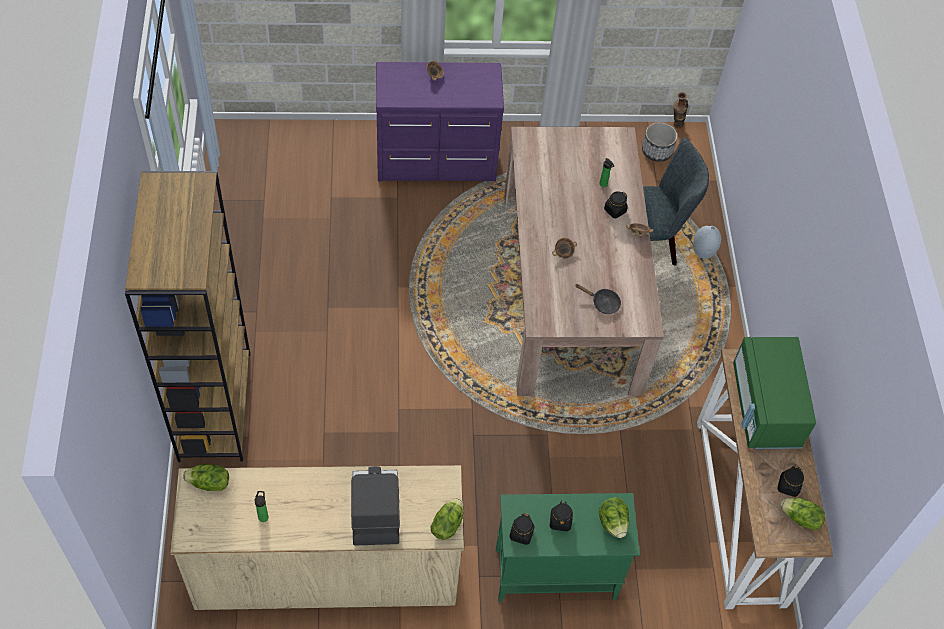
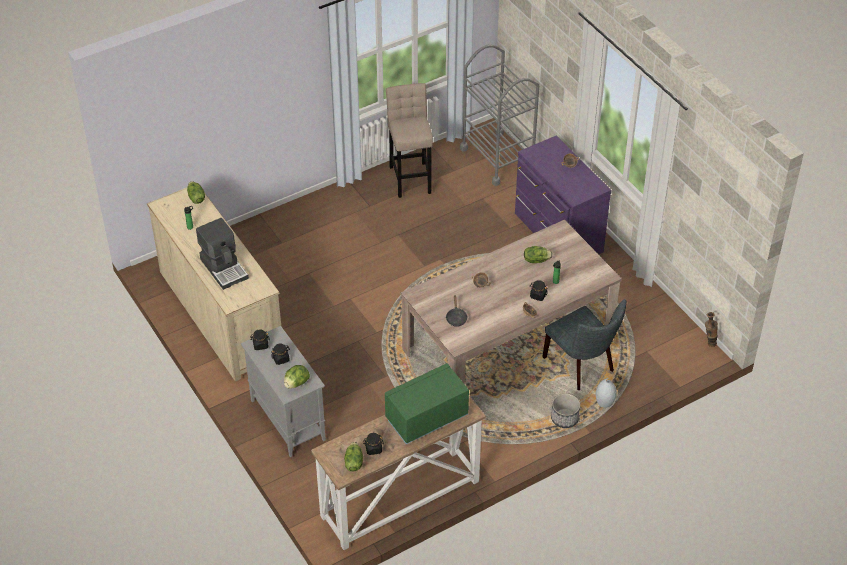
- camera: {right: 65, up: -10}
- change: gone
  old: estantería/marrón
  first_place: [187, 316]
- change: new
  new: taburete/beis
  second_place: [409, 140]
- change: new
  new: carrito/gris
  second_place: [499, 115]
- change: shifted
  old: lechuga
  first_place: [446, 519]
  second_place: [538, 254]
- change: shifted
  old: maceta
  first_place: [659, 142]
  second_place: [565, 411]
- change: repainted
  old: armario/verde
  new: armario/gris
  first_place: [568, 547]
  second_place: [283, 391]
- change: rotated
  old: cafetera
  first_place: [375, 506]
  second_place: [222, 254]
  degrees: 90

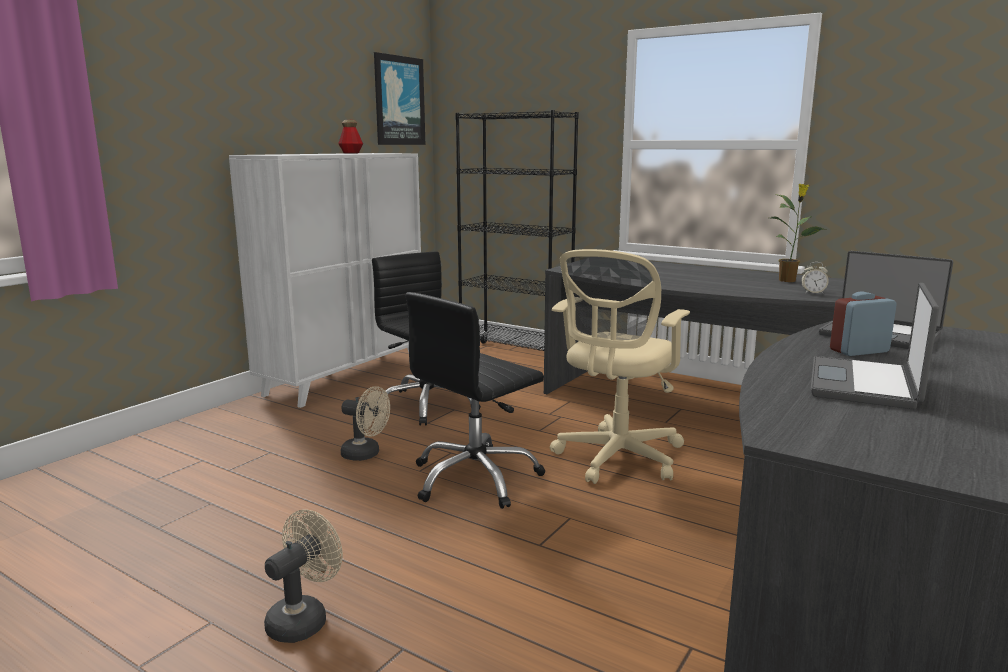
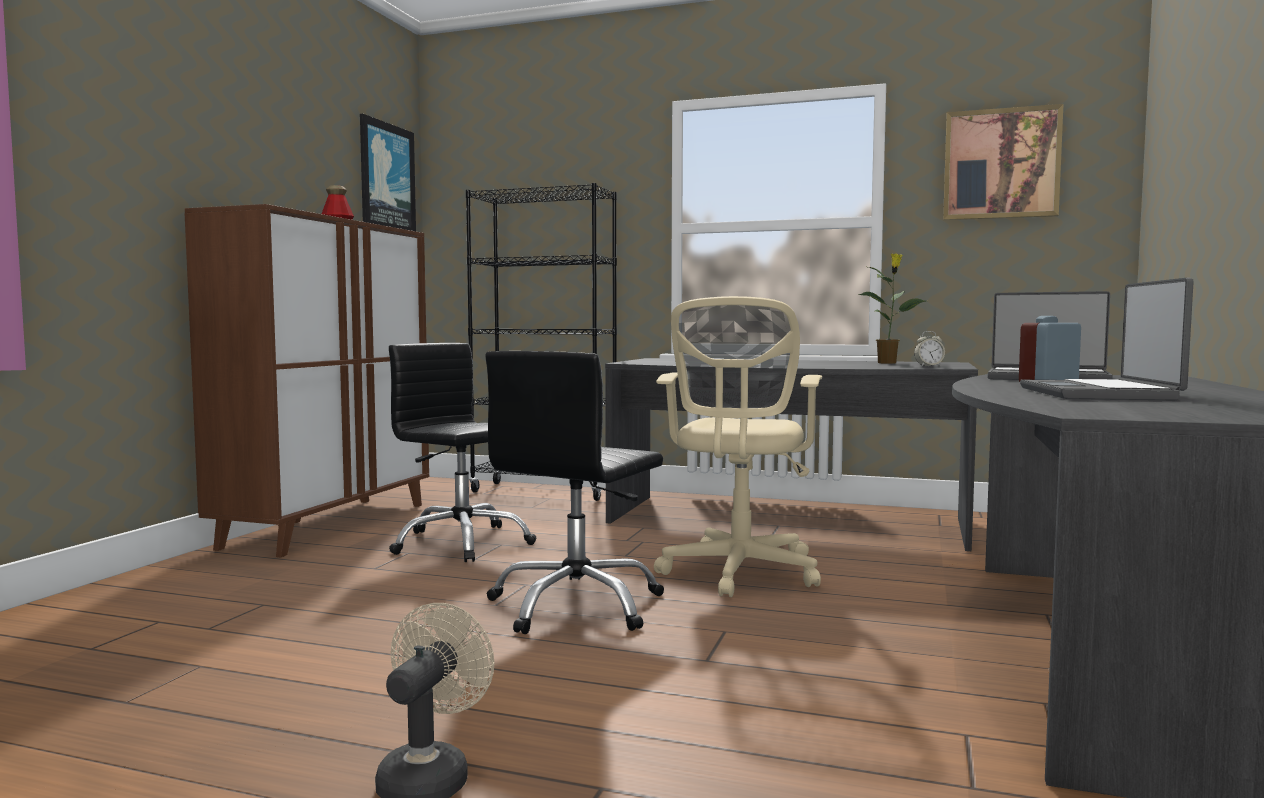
- camera: {right: -15, up: -10}
- change: gone
  old: ventilador/beis
  first_place: [365, 423]
- change: new
  new: cuadro
  second_place: [1003, 162]
- change: repainted
  old: armario/blanco
  new: armario/marrón
  first_place: [325, 280]
  second_place: [307, 380]

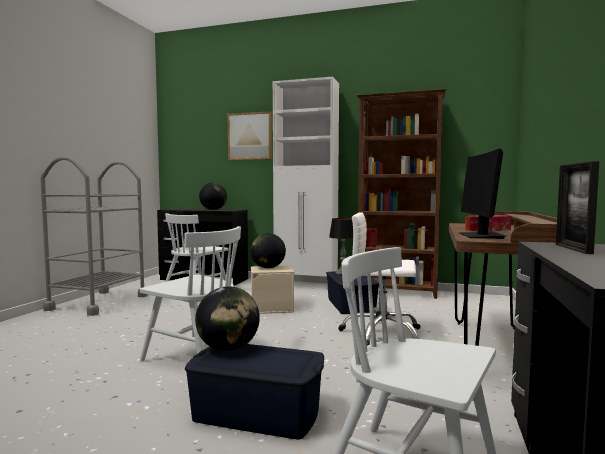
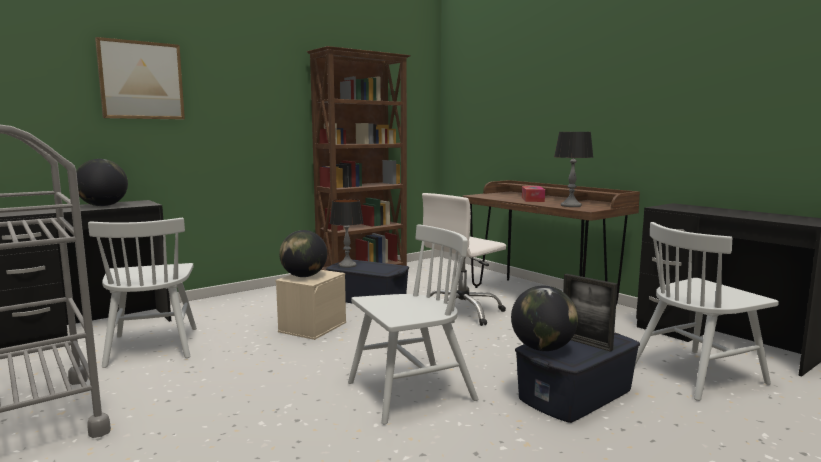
- camera: {right: -55, up: 5}
- change: gone
  old: armario/blanco
  first_place: [306, 177]
- change: shifted
  old: portarretratos
  first_place: [577, 207]
  second_place: [590, 313]
- change: swapped
  old: monitor
  new: lámpara de mesa
  first_place: [482, 194]
  second_place: [573, 169]

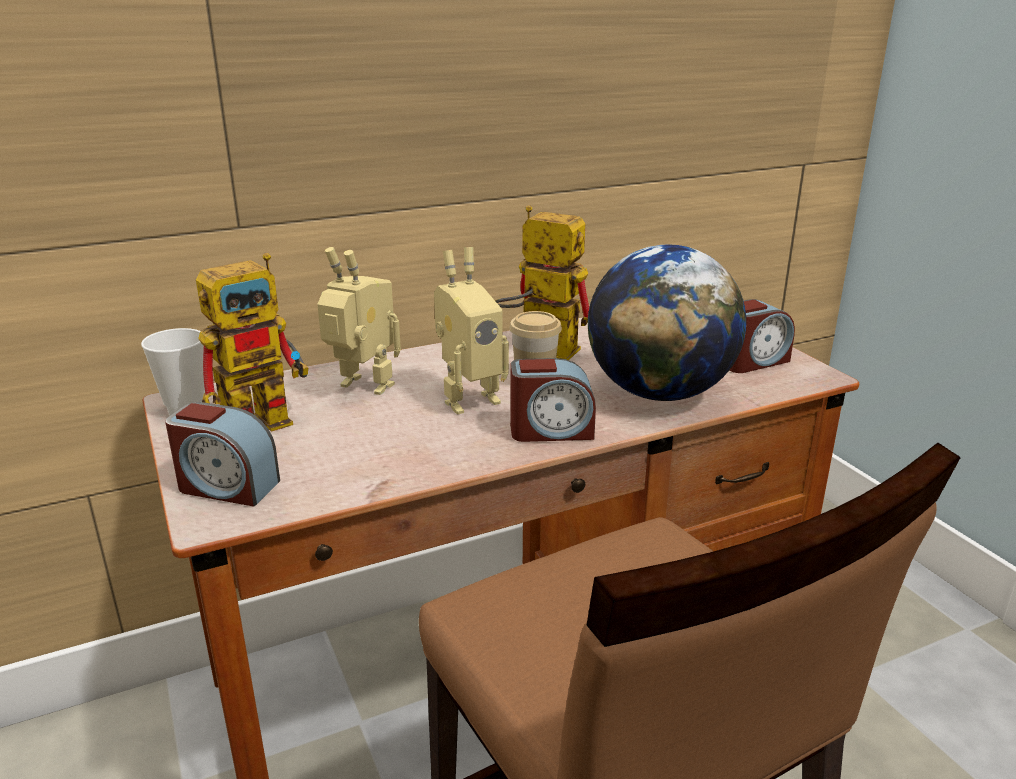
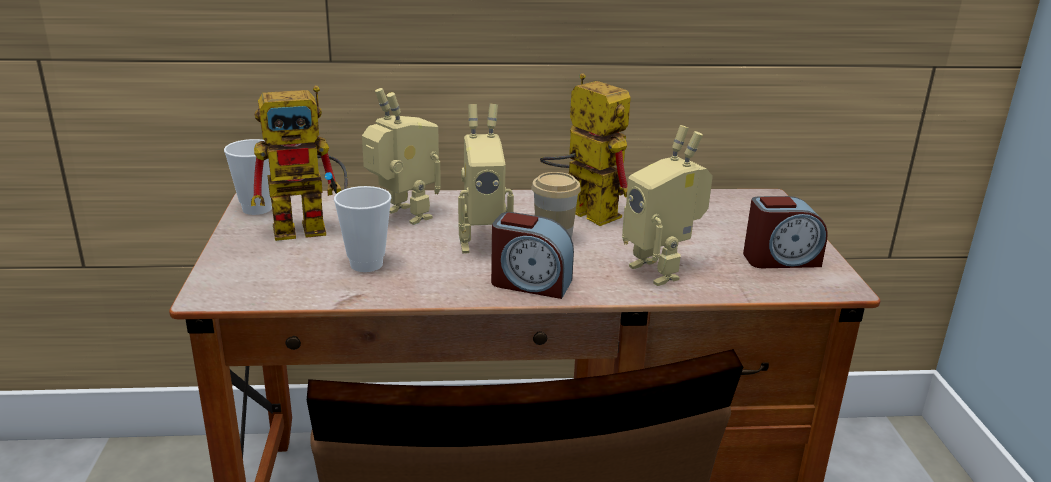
- camera: {right: 20, up: 0}
- change: gone
  old: despertador
  first_place: [222, 454]
- change: new
  new: taza
  second_place: [362, 229]
- change: swapped
  old: globo terráqueo
  new: robot de juguete
  first_place: [667, 322]
  second_place: [667, 205]

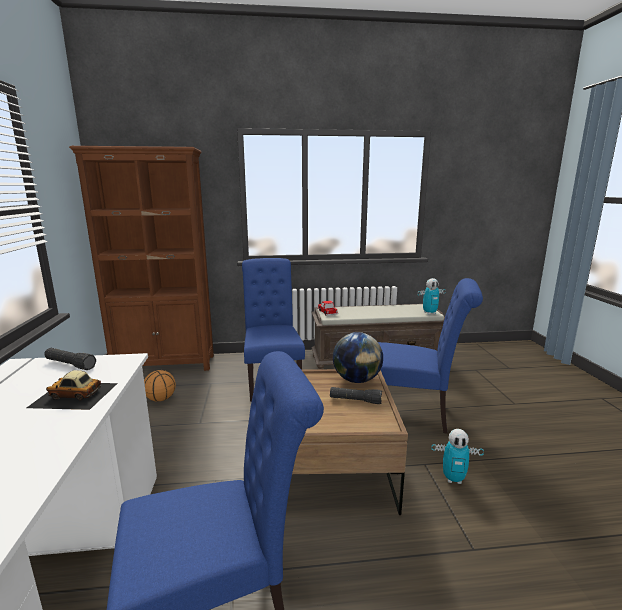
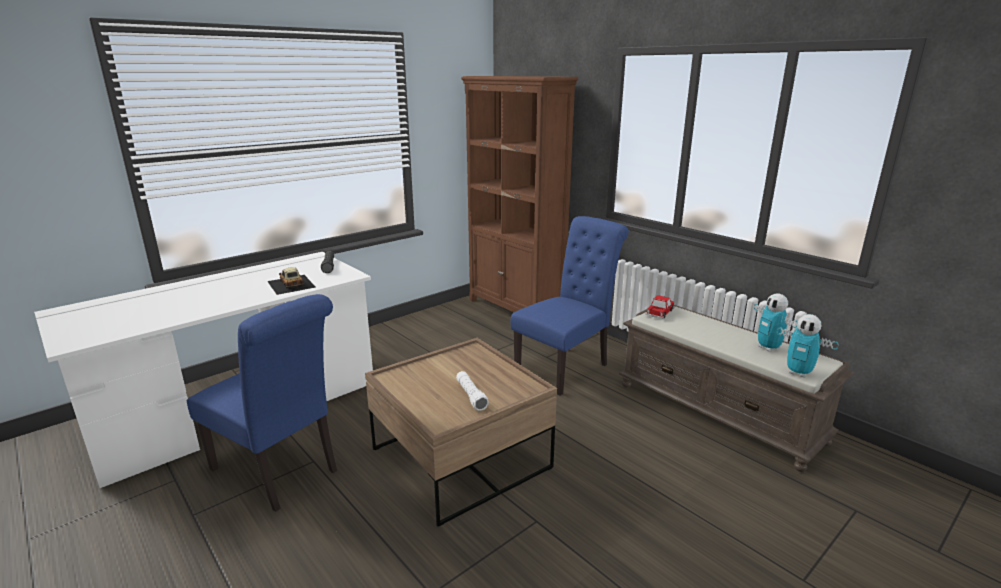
- camera: {right: 55, up: 5}
- change: gone
  old: balón de baloncesto
  first_place: [160, 386]
- change: gone
  old: globo terráqueo
  first_place: [358, 357]
- change: gone
  old: silla/azul
  first_place: [430, 356]
- change: shifted
  old: robot de juguete
  first_place: [458, 456]
  second_place: [776, 322]
- change: repainted
  old: linterna/negro
  new: linterna/blanco
  first_place: [356, 395]
  second_place: [472, 391]

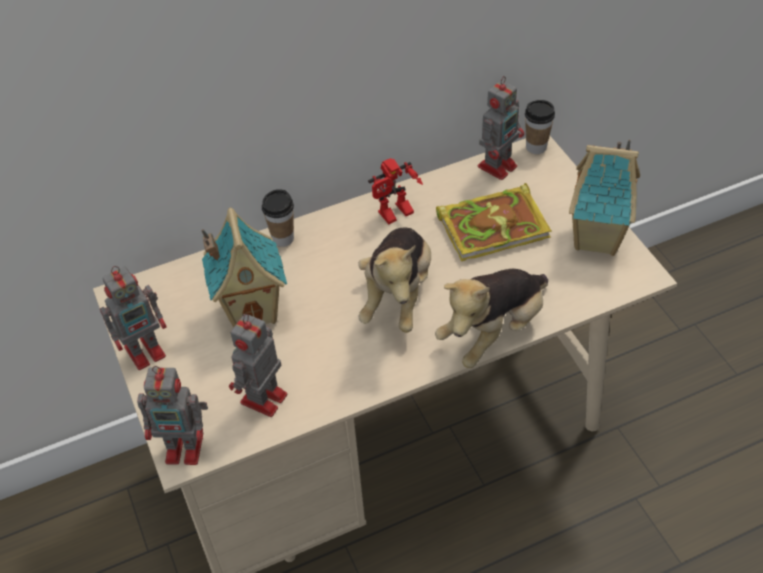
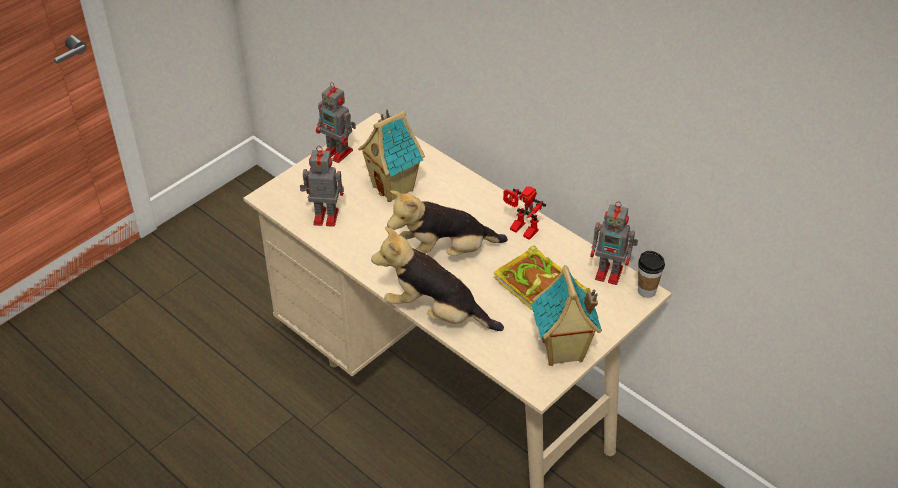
- camera: {right: 65, up: -5}
- change: gone
  old: robot de juguete
  first_place: [172, 415]
- change: gone
  old: taza
  first_place: [278, 218]

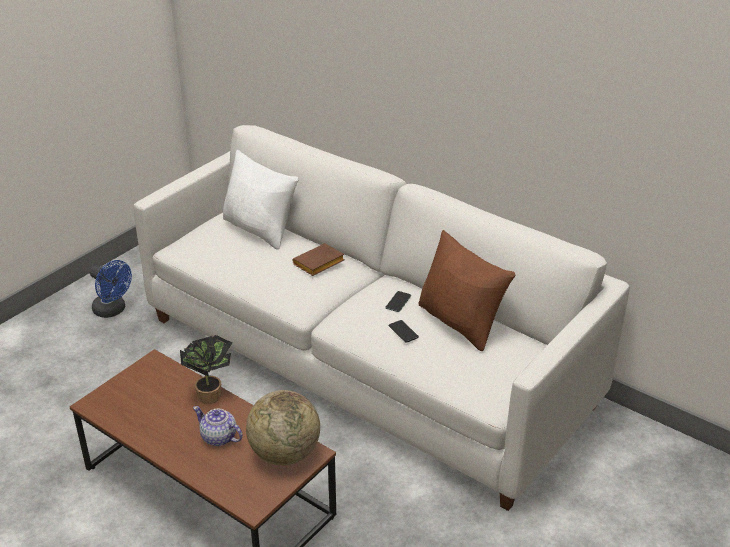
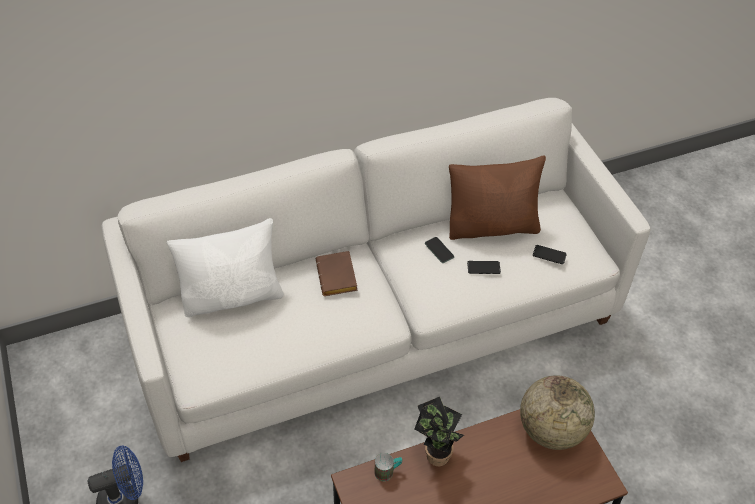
- camera: {right: -60, up: 15}
- change: gone
  old: tetera
  first_place: [218, 426]
- change: new
  new: taza grande
  second_place: [388, 467]
- change: new
  new: móvil
  second_place: [550, 254]

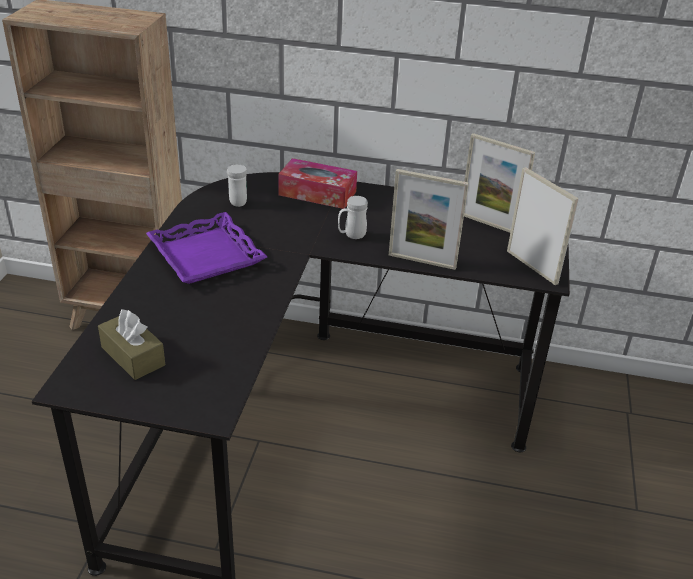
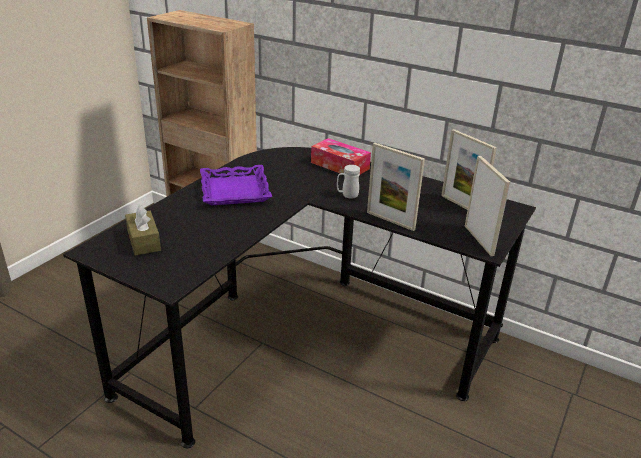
- camera: {right: 20, up: -5}
- change: gone
  old: taza grande/blanco
  first_place: [237, 185]

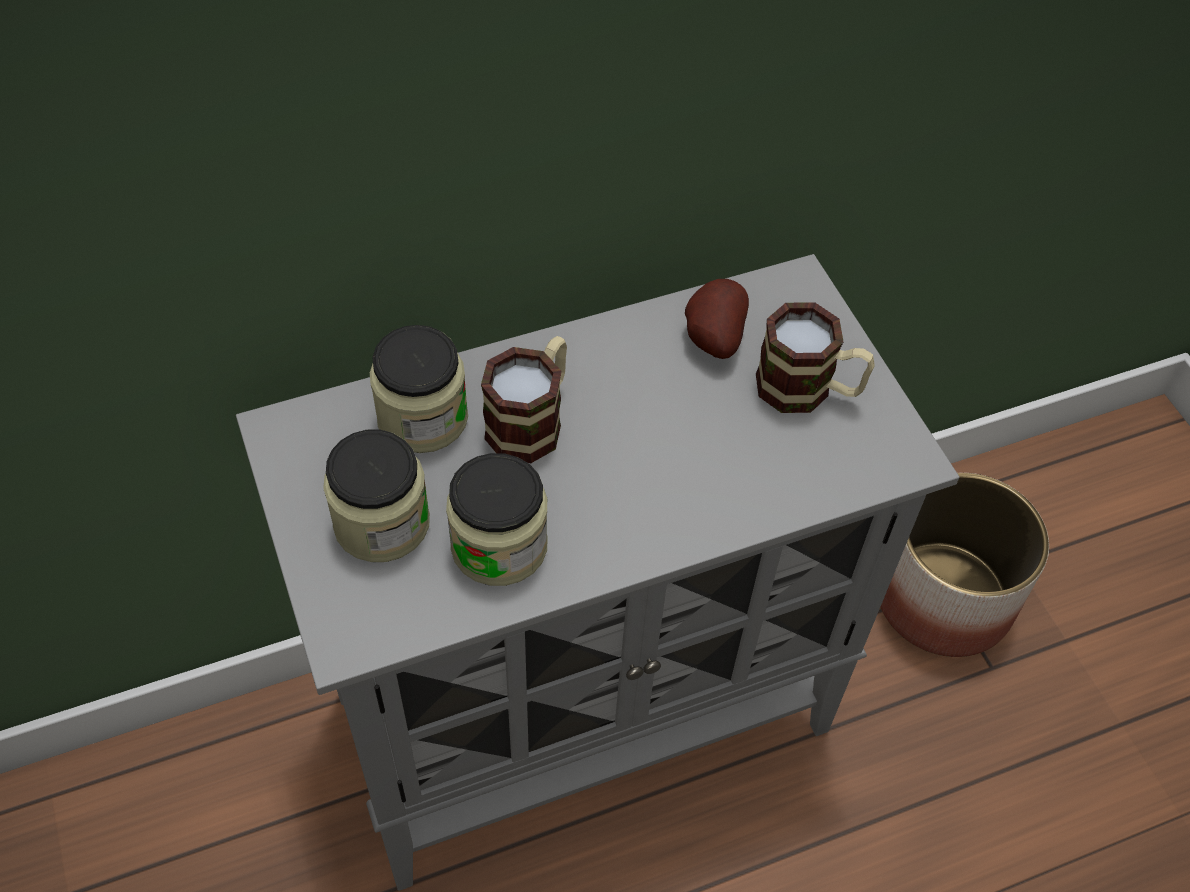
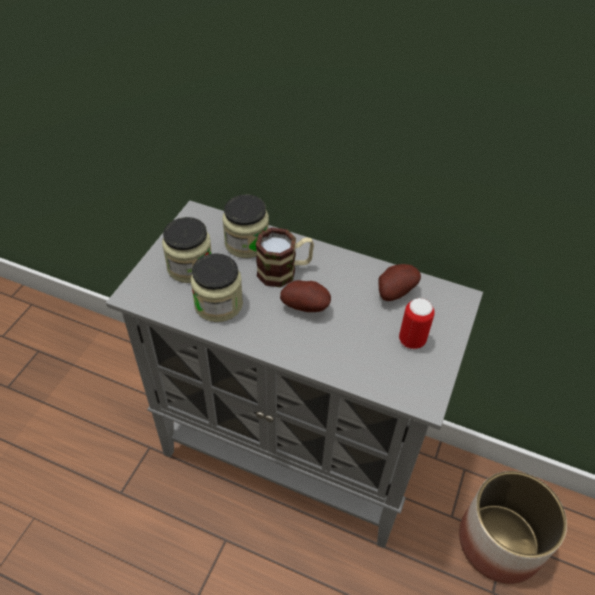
- camera: {right: 45, up: -5}
- change: new
  new: patata
  second_place: [305, 296]
- change: swapped
  old: taza grande
  new: lata
  first_place: [815, 358]
  second_place: [417, 323]

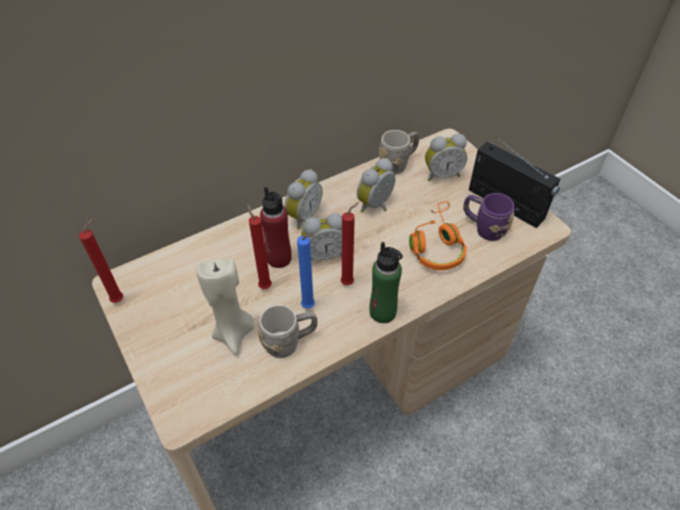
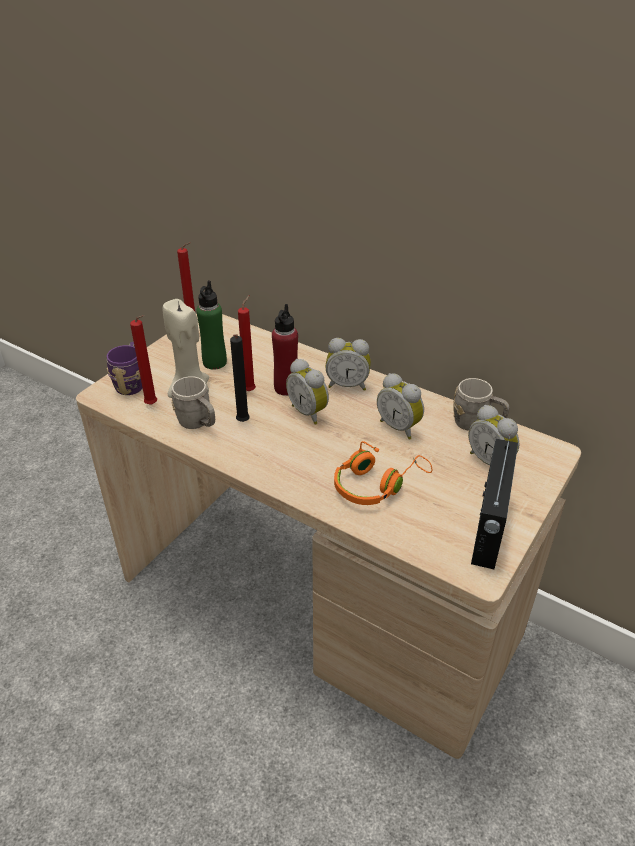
- camera: {right: 65, up: -10}
- change: shifted
  old: vela/rojo
  first_place: [350, 243]
  second_place: [143, 360]
- change: shifted
  old: botella/verde
  first_place: [386, 282]
  second_place: [211, 324]
- change: shifted
  old: taza grande/morado
  first_place: [489, 217]
  second_place: [125, 368]
- change: repainted
  old: vela/azul
  new: vela/negro
  first_place: [306, 271]
  second_place: [240, 378]
- change: rotated
  old: despertador
  first_place: [376, 185]
  second_place: [400, 406]
  degrees: -150

